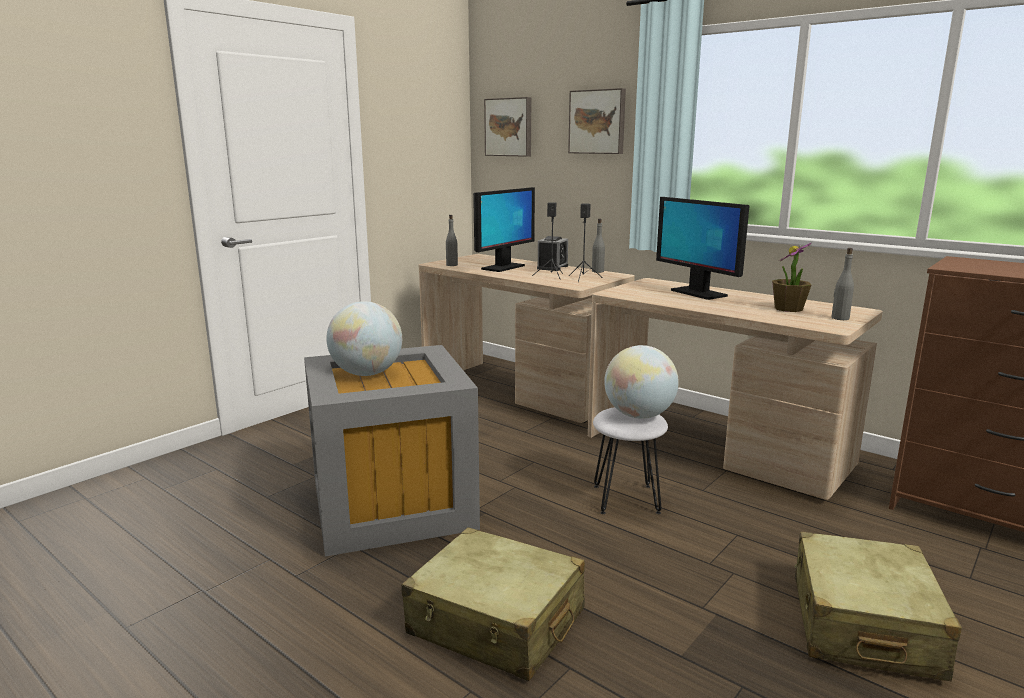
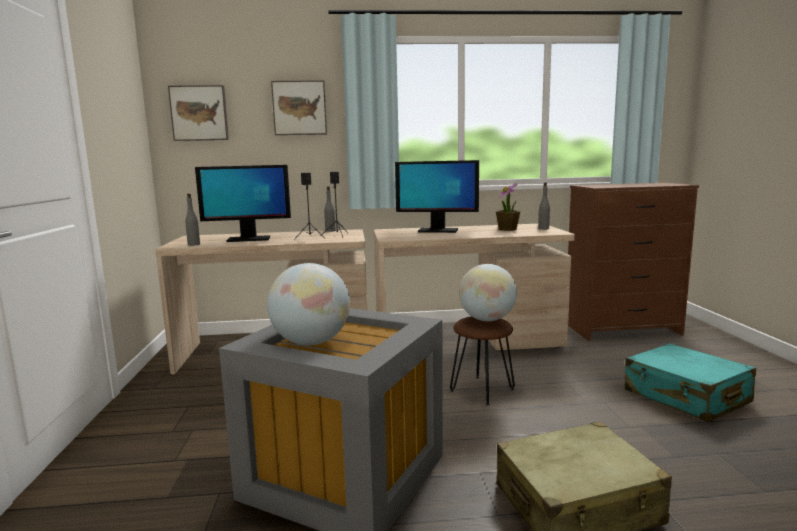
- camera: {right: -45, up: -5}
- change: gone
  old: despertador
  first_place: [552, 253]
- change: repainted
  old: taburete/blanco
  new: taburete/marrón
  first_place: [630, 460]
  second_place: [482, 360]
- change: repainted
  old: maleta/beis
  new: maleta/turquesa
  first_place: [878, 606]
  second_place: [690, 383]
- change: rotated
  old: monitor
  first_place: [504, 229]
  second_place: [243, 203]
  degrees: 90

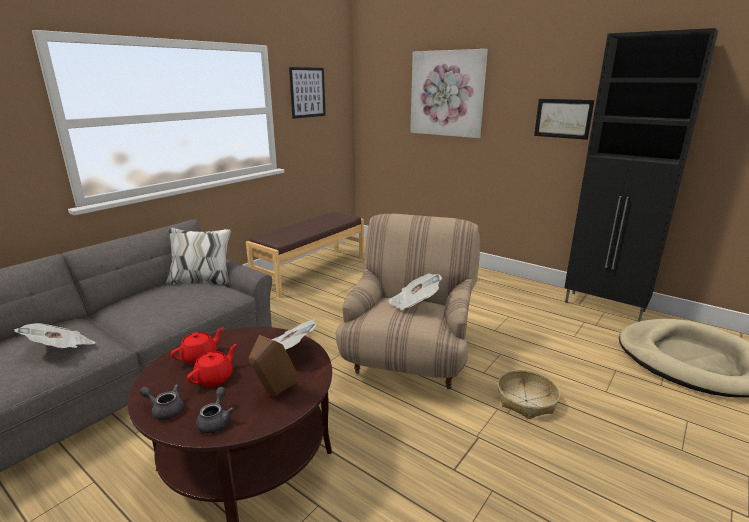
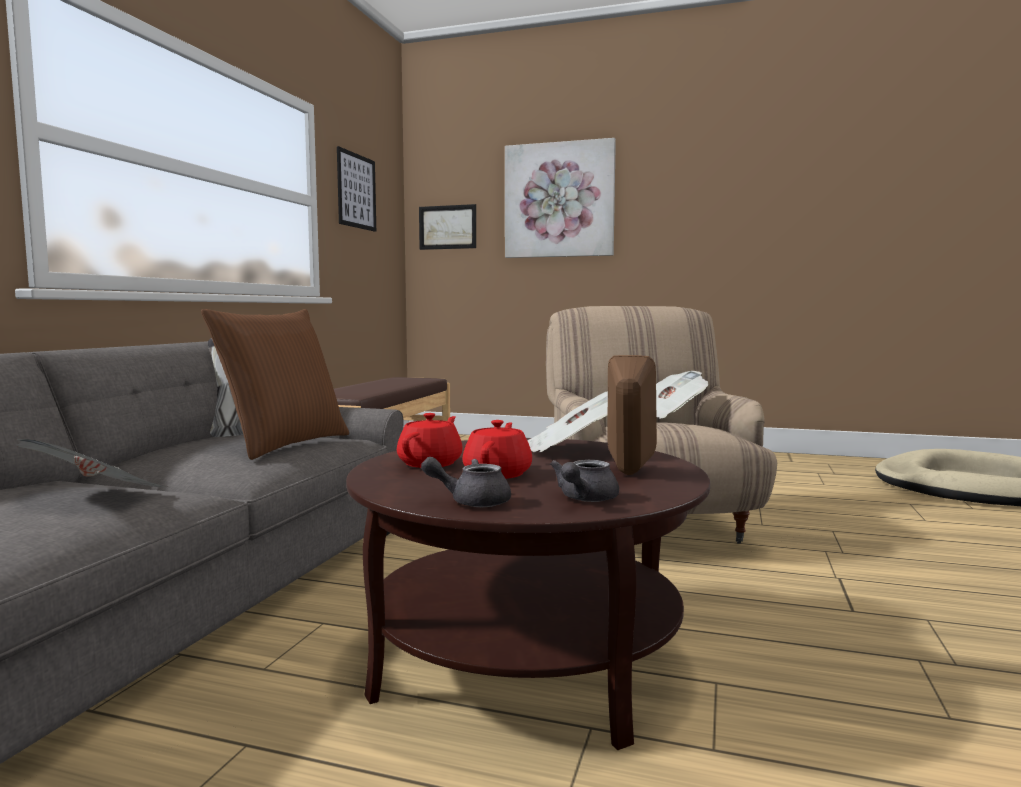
- camera: {right: -20, up: -15}
- change: gone
  old: cesta
  first_place: [528, 394]
- change: gone
  old: armario/negro
  first_place: [641, 175]
- change: new
  new: cojín/marrón
  second_place: [275, 384]
- change: shifted
  old: cuadro
  first_place: [564, 119]
  second_place: [447, 227]
- change: rotated
  old: tetera/gris
  first_place: [215, 410]
  second_place: [584, 481]
  degrees: -135

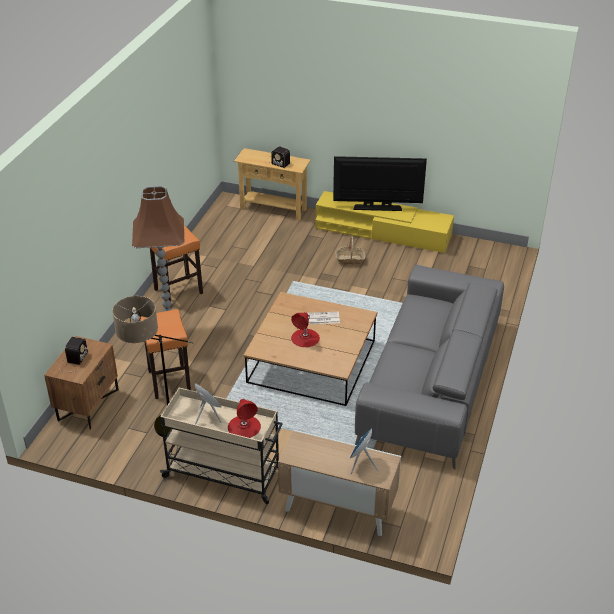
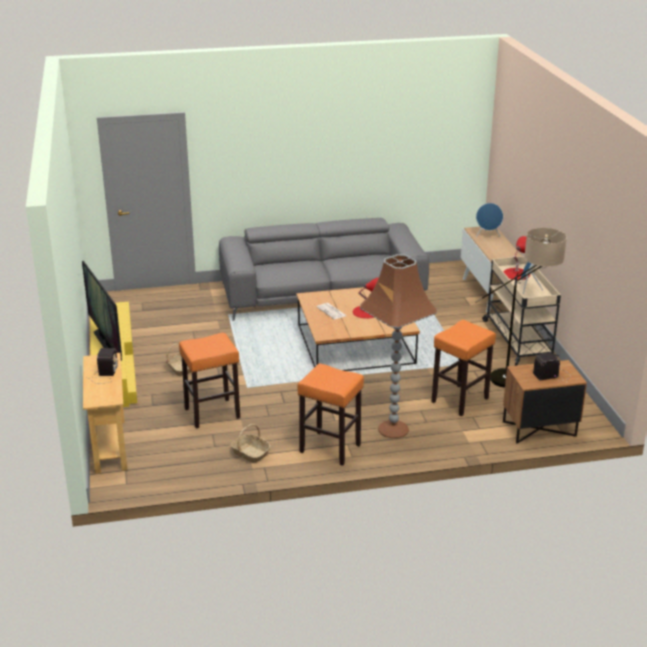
- camera: {right: -120, up: -10}
- change: new
  new: taburete/naranja
  second_place: [209, 380]
- change: new
  new: cesta
  second_place: [250, 443]

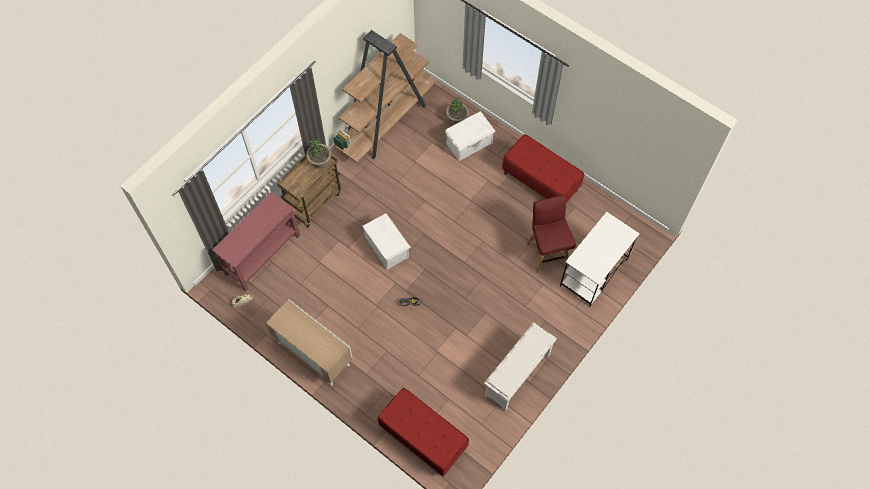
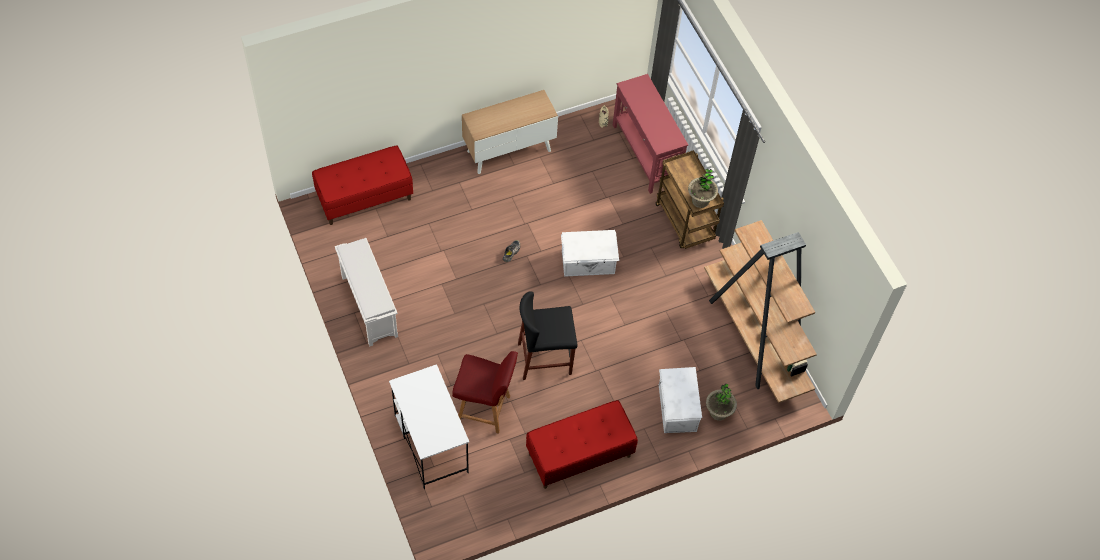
- camera: {right: 115, up: -5}
- change: new
  new: taburete/negro
  second_place: [547, 335]

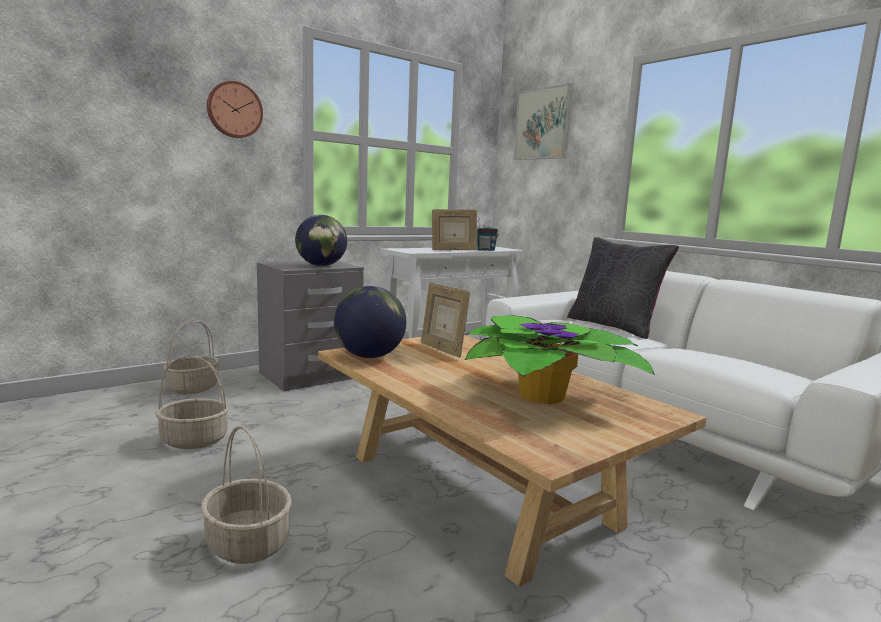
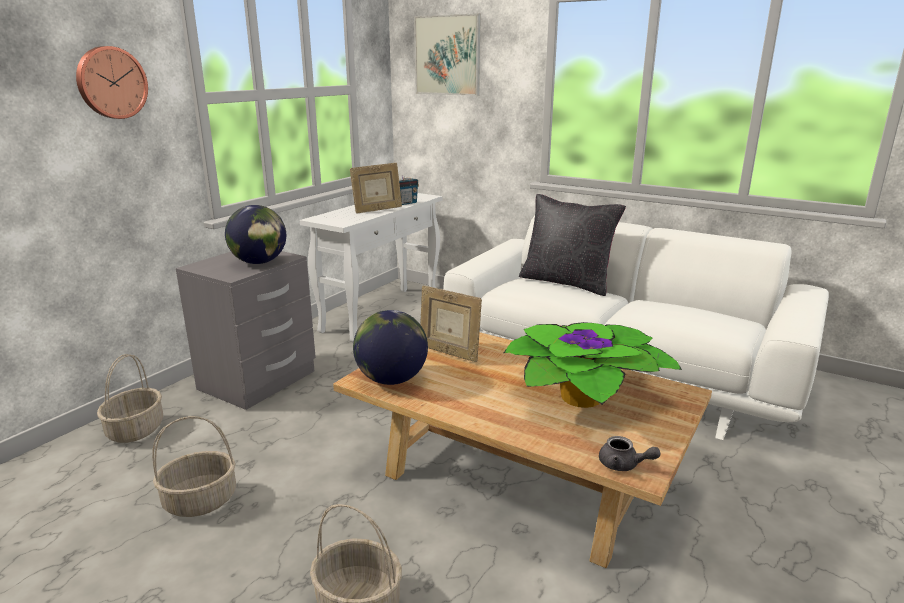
- camera: {right: -20, up: 10}
- change: new
  new: tetera/gris
  second_place: [630, 453]

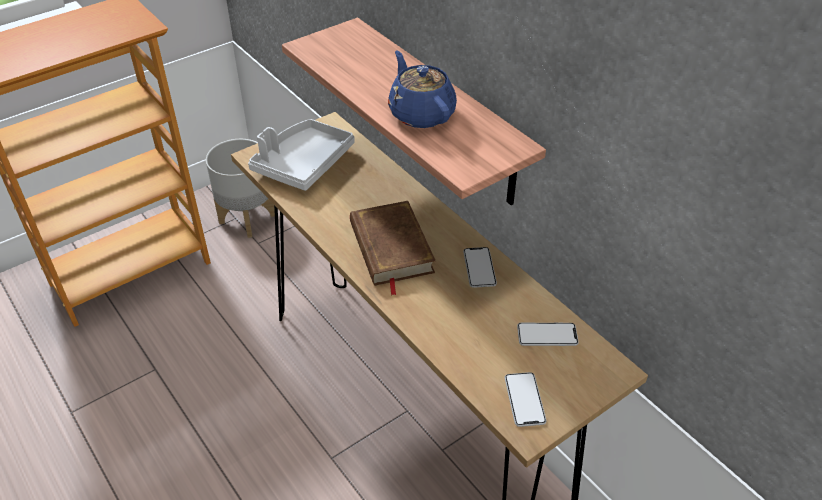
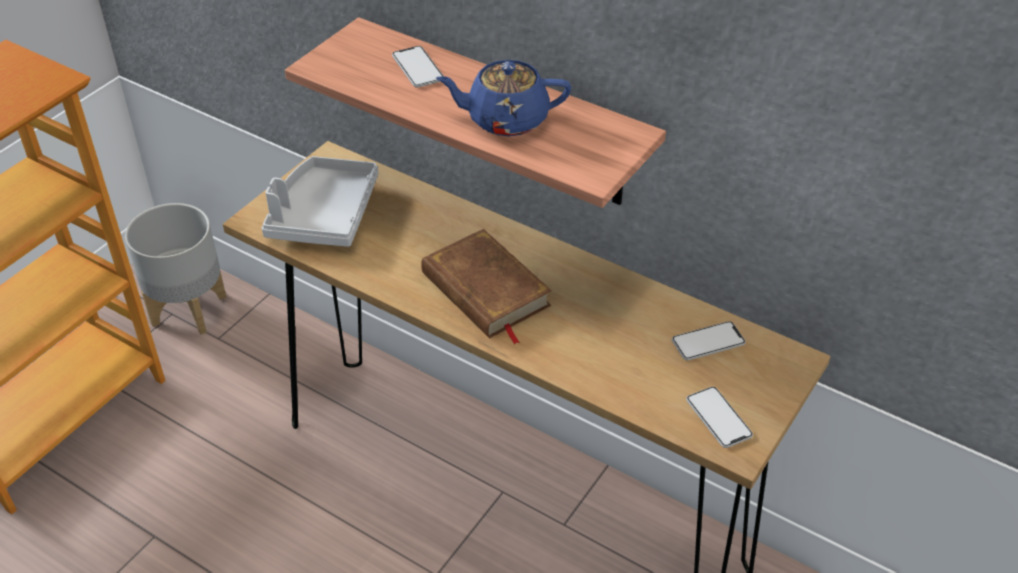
- camera: {right: -20, up: 0}
- change: shifted
  old: móvil
  first_place: [480, 267]
  second_place: [418, 66]
- change: rotated
  old: tetera/azul
  first_place: [422, 89]
  second_place: [504, 98]
  degrees: -45

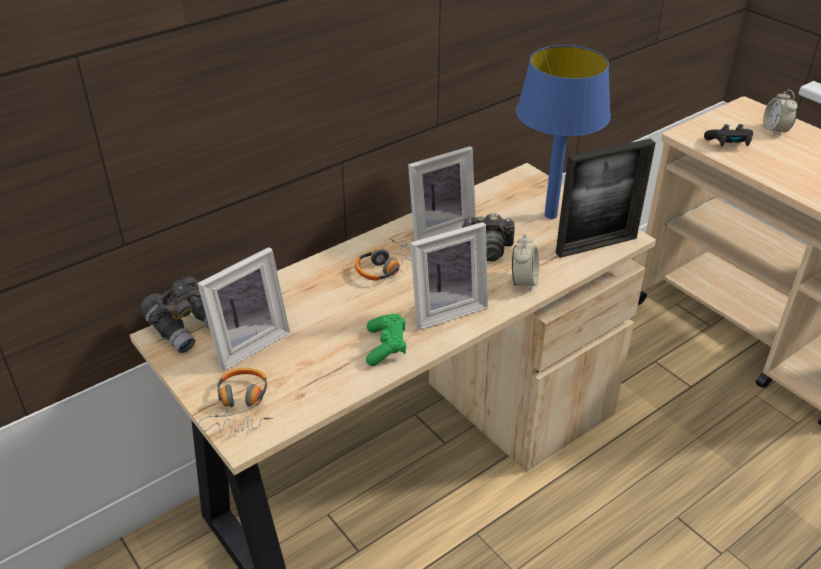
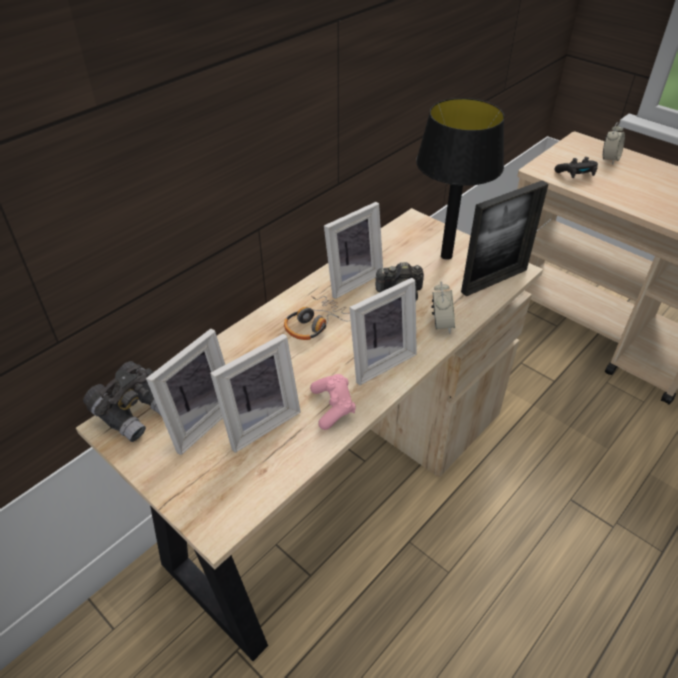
- camera: {right: -10, up: 5}
- change: gone
  old: auriculares
  first_place: [235, 400]
- change: new
  new: portarretratos
  second_place: [255, 393]
- change: repainted
  old: mando de consola/verde
  new: mando de consola/rosa
  first_place: [386, 339]
  second_place: [333, 402]
- change: repainted
  old: lámpara de mesa/azul
  new: lámpara de mesa/negro
  first_place: [563, 132]
  second_place: [460, 179]
- change: rotated
  old: despertador
  first_place: [780, 112]
  second_place: [614, 143]
  degrees: -135

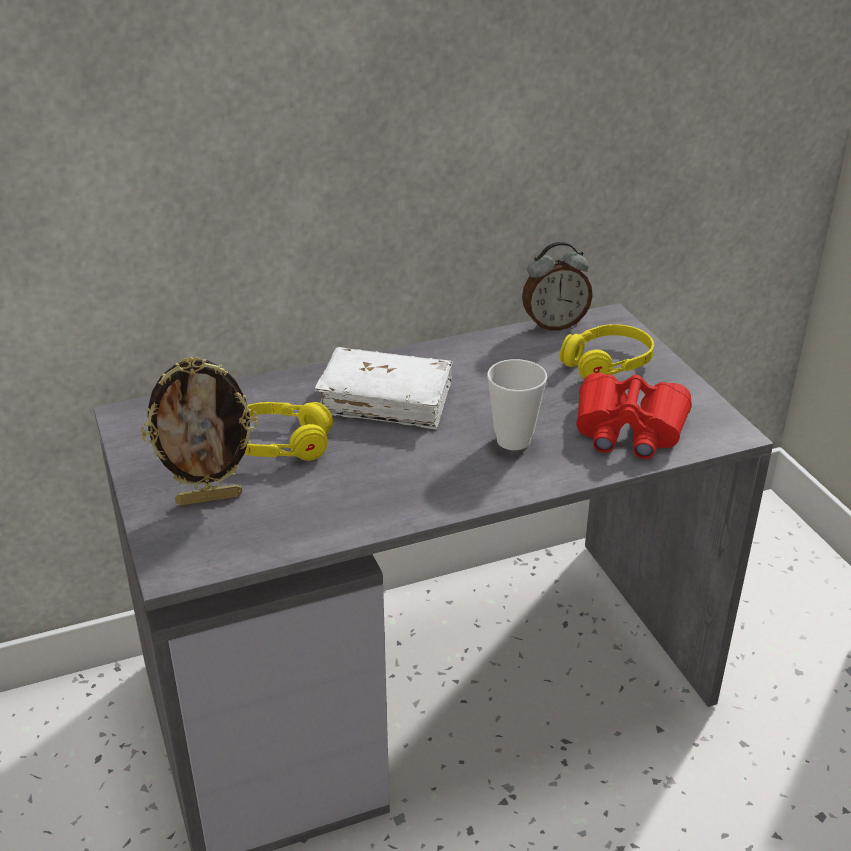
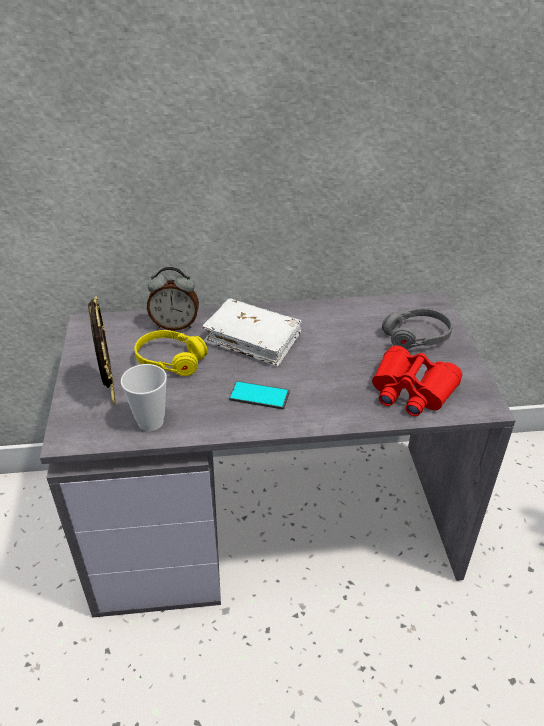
- camera: {right: 15, up: 5}
- change: new
  new: móvil
  second_place: [259, 395]
- change: shifted
  old: taza
  first_place: [517, 404]
  second_place: [144, 397]
- change: shifted
  old: despertador
  first_place: [557, 286]
  second_place: [173, 299]
- change: repainted
  old: auriculares/amarillo
  new: auriculares/gris
  first_place: [607, 351]
  second_place: [417, 329]
- change: rotated
  old: portarretratos
  first_place: [199, 431]
  second_place: [102, 350]
  degrees: -105

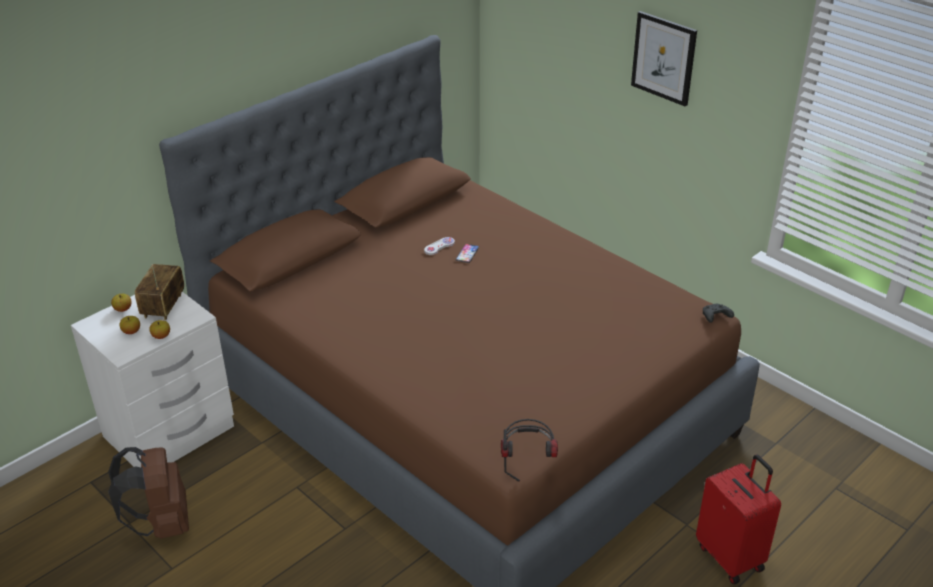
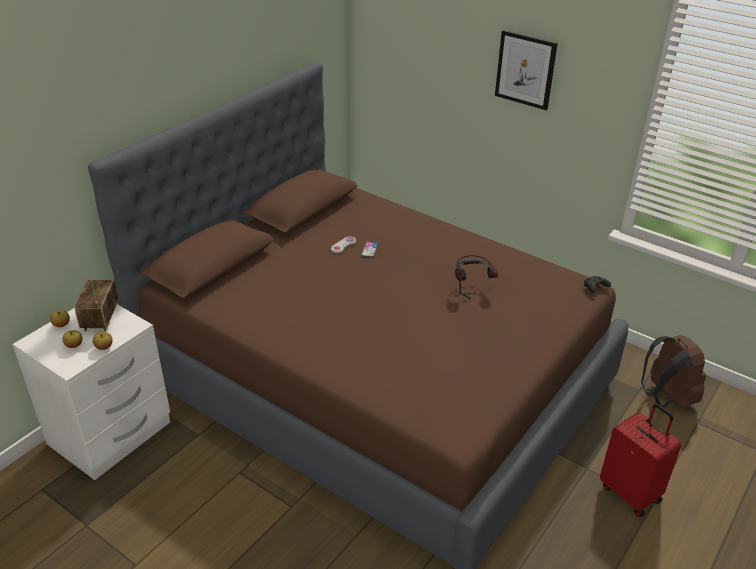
- camera: {right: -10, up: 0}
- change: shifted
  old: mochila/marrón
  first_place: [148, 493]
  second_place: [674, 371]
- change: shifted
  old: auriculares
  first_place: [529, 450]
  second_place: [476, 277]

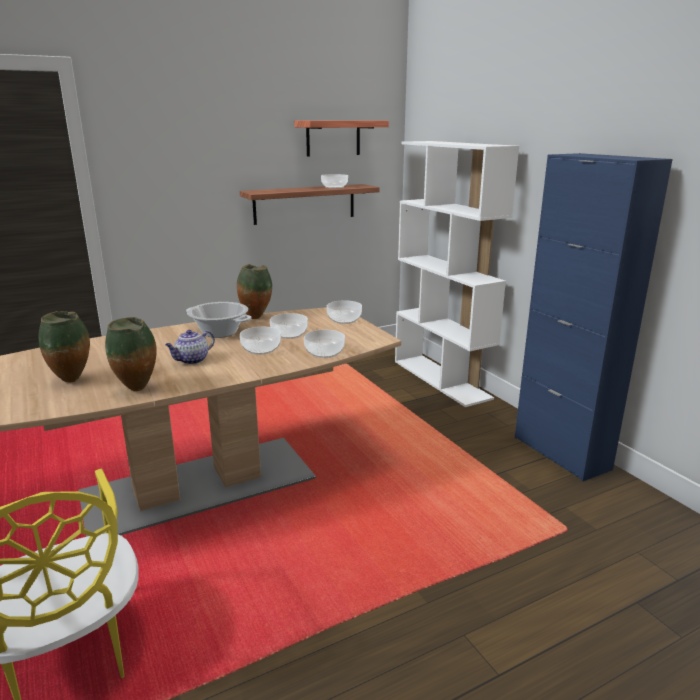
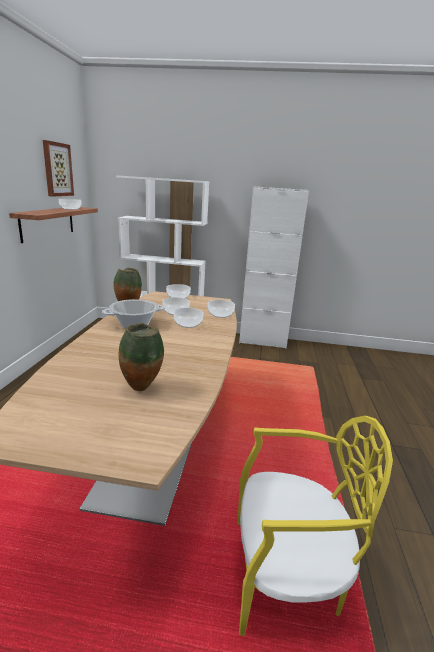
- camera: {right: -55, up: 0}
- change: gone
  old: florero
  first_place: [131, 354]
- change: gone
  old: tetera
  first_place: [190, 347]
- change: swapped
  old: estante
  new: cuadro
  first_place: [341, 138]
  second_place: [58, 168]
- change: repainted
  old: armario/azul
  new: armario/blanco
  first_place: [593, 317]
  second_place: [274, 267]

